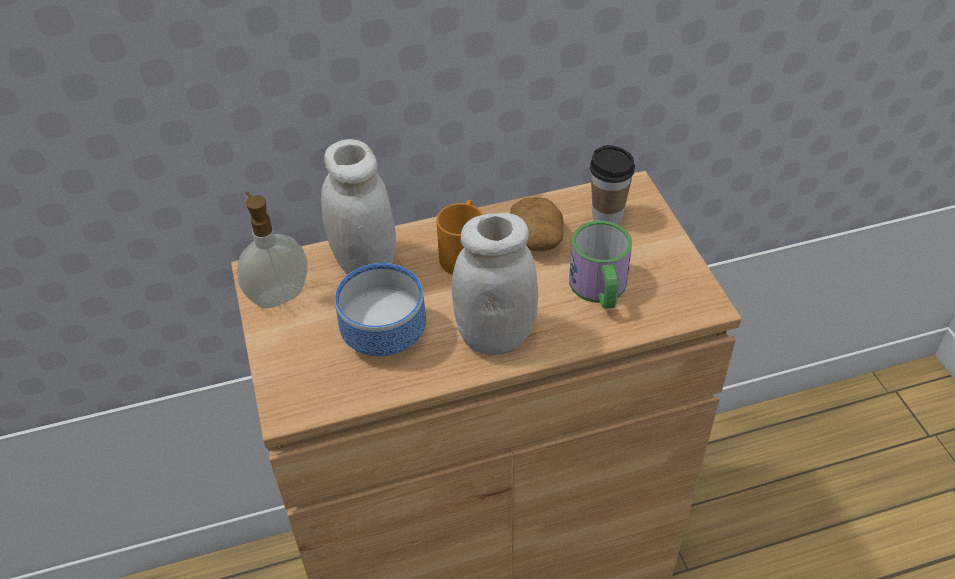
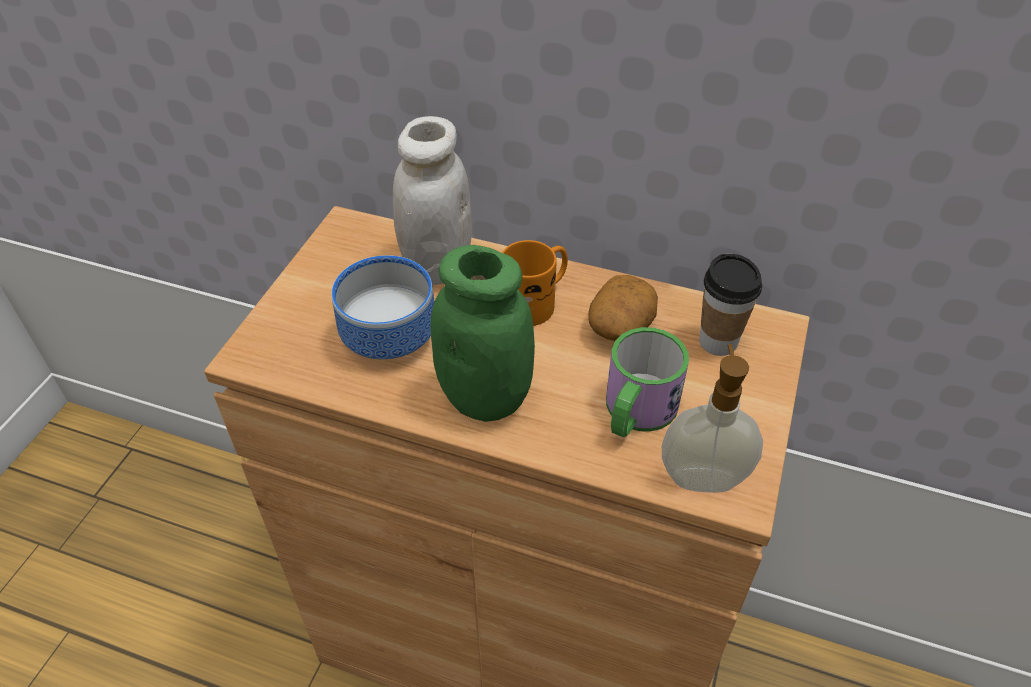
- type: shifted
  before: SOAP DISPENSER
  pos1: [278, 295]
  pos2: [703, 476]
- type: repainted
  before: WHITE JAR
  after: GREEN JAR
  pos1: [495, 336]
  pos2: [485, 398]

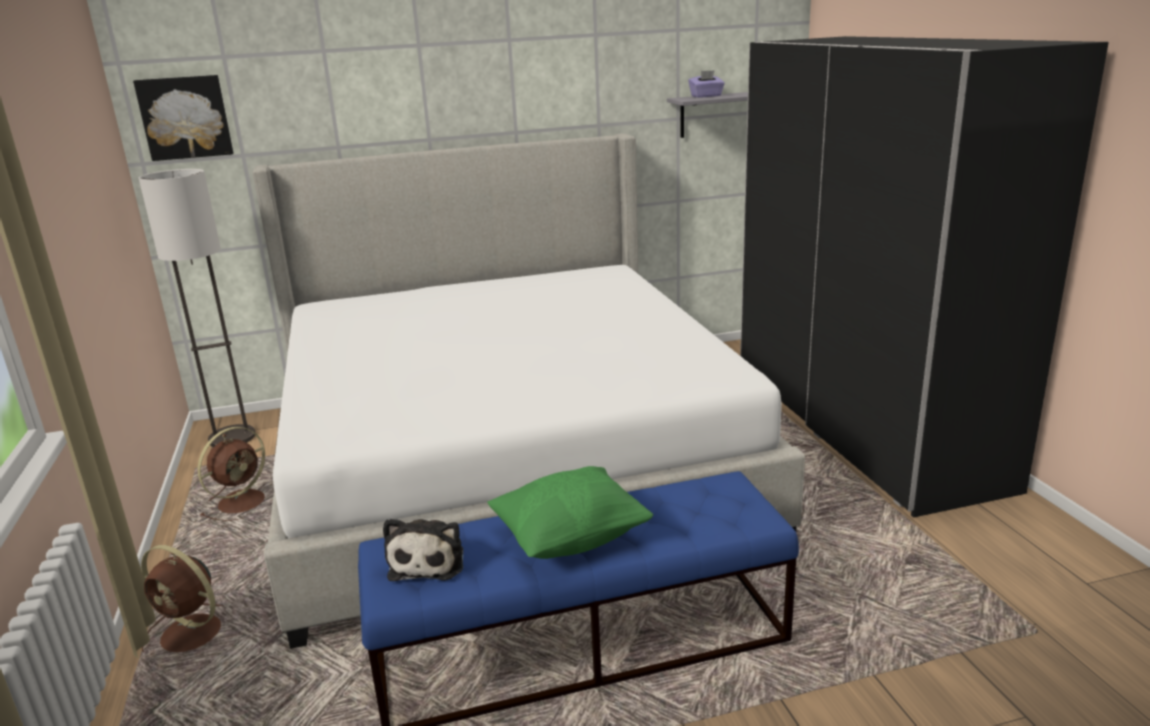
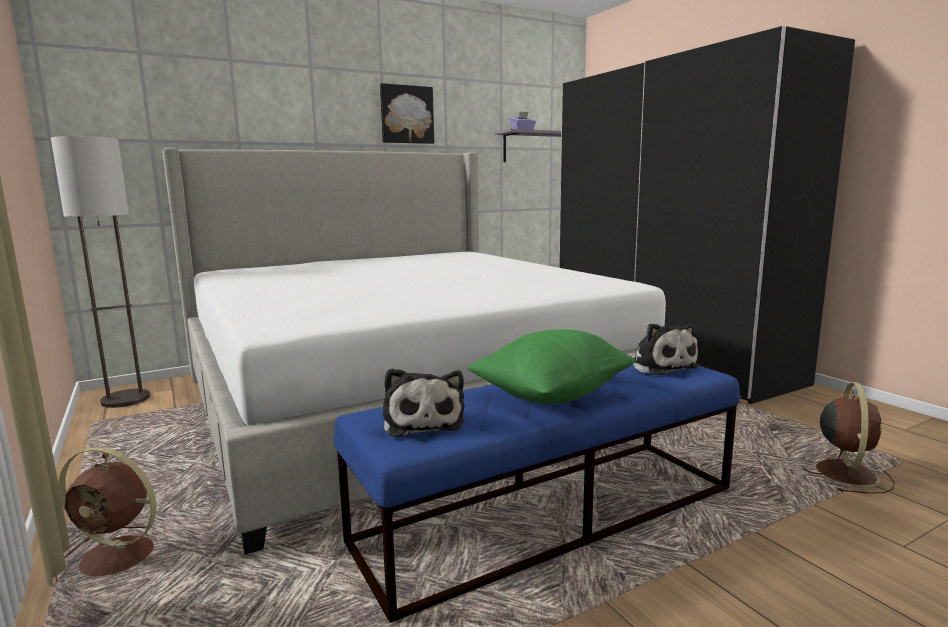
- type: new
  after: PLUSH TOY
  pos2: [659, 365]
- type: shifted
  before: PICTURE
  pos1: [185, 117]
  pos2: [406, 114]
- type: shifted
  before: BROWN FAN
  pos1: [243, 501]
  pos2: [844, 472]

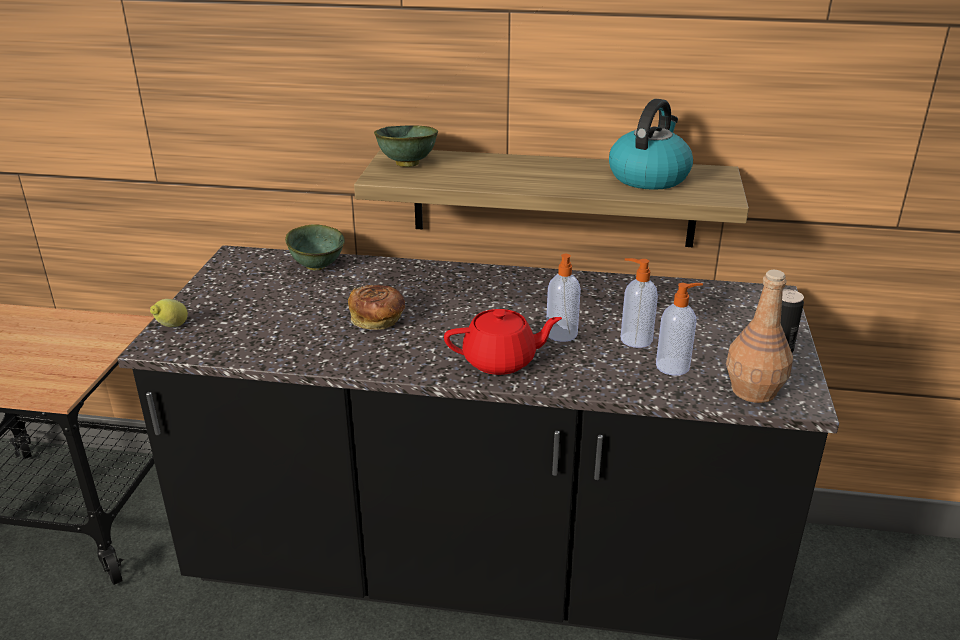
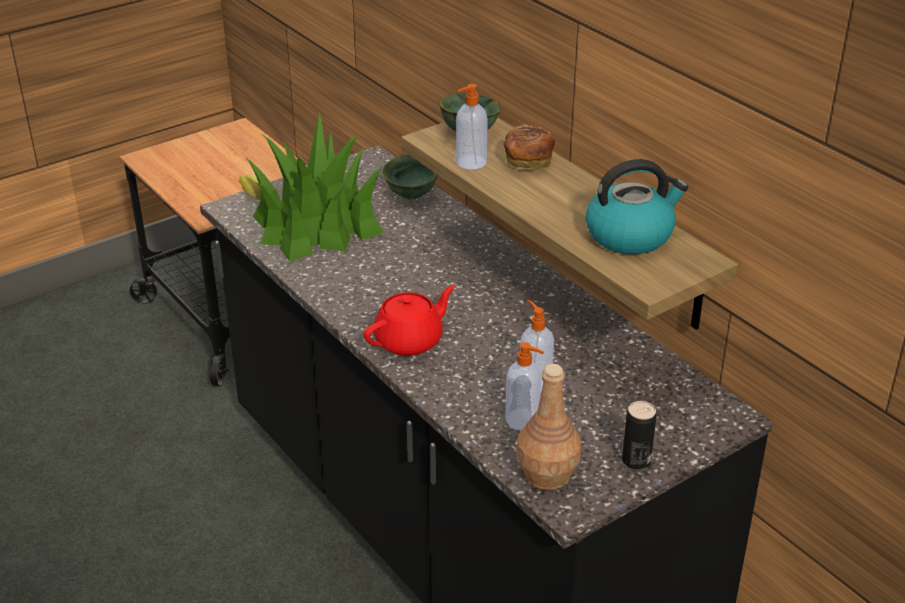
- type: new
  after: POTTED PLANT
  pos2: [315, 225]
- type: shifted
  before: BREAD
  pos1: [377, 320]
  pos2: [527, 161]
- type: shifted
  before: SOAP DISPENSER
  pos1: [561, 334]
  pos2: [470, 163]
- type: rotated
  before: RED TEAPOT
  pos1: [501, 361]
  pos2: [410, 341]
  turn: -75

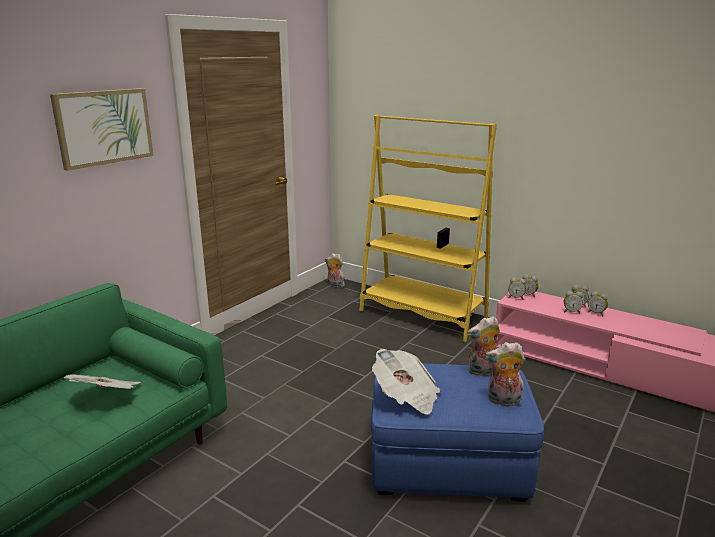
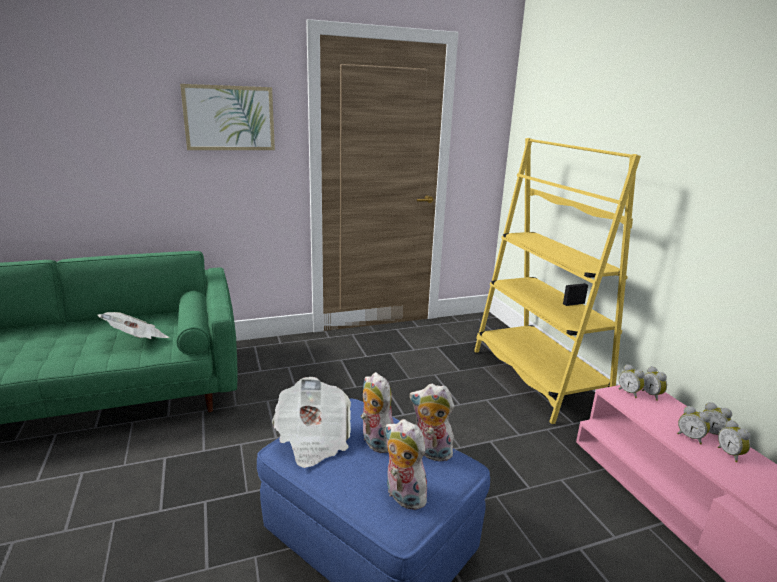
- type: shifted
  before: PLUSH TOY
  pos1: [335, 285]
  pos2: [374, 441]

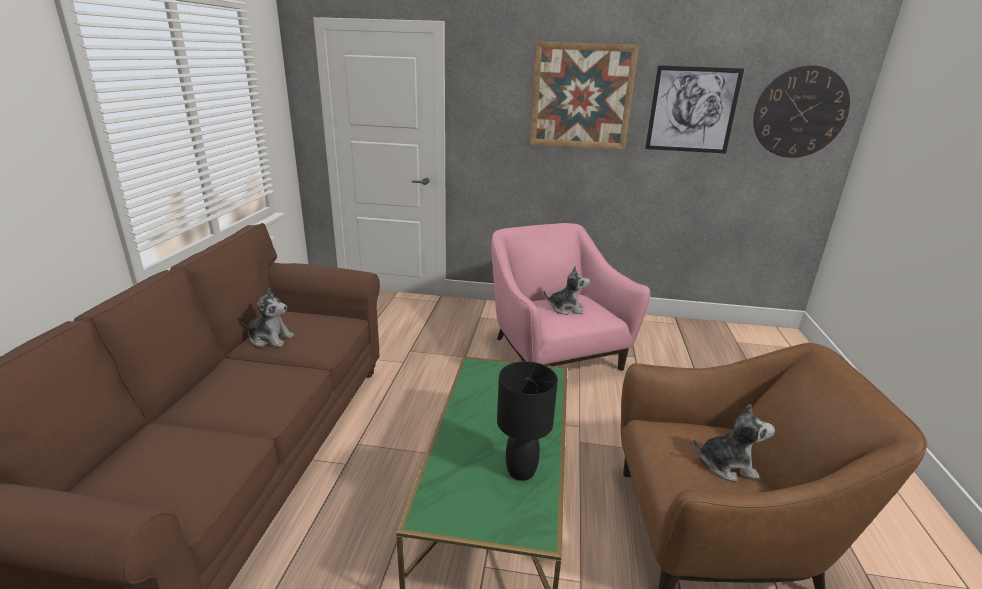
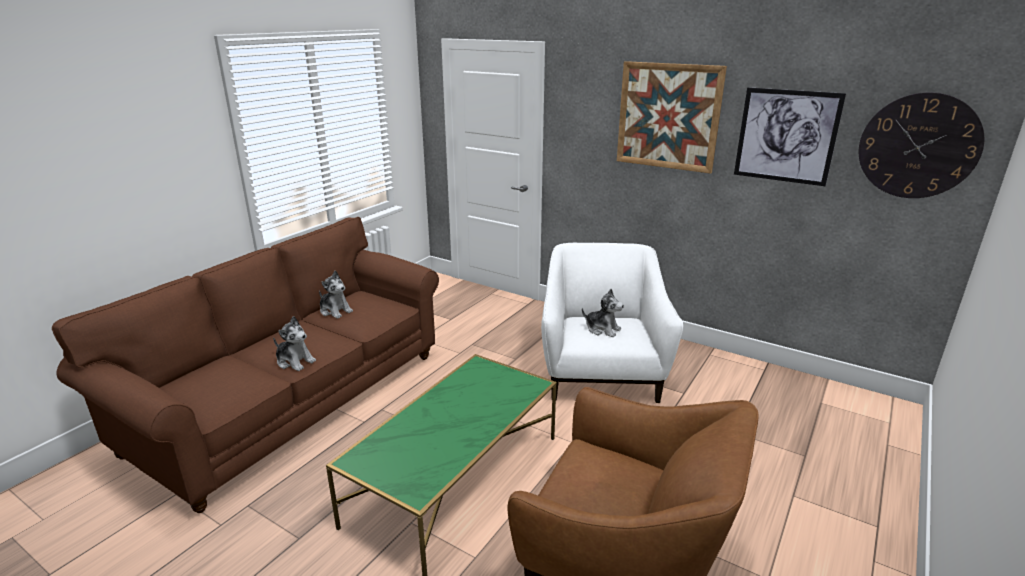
- type: gone
  before: BLACK TABLE LAMP
  pos1: [521, 471]
- type: shifted
  before: PLUSH TOY
  pos1: [726, 465]
  pos2: [295, 361]
- type: repainted
  before: PINK ARMCHAIR
  after: WHITE ARMCHAIR
  pos1: [554, 353]
  pos2: [601, 373]

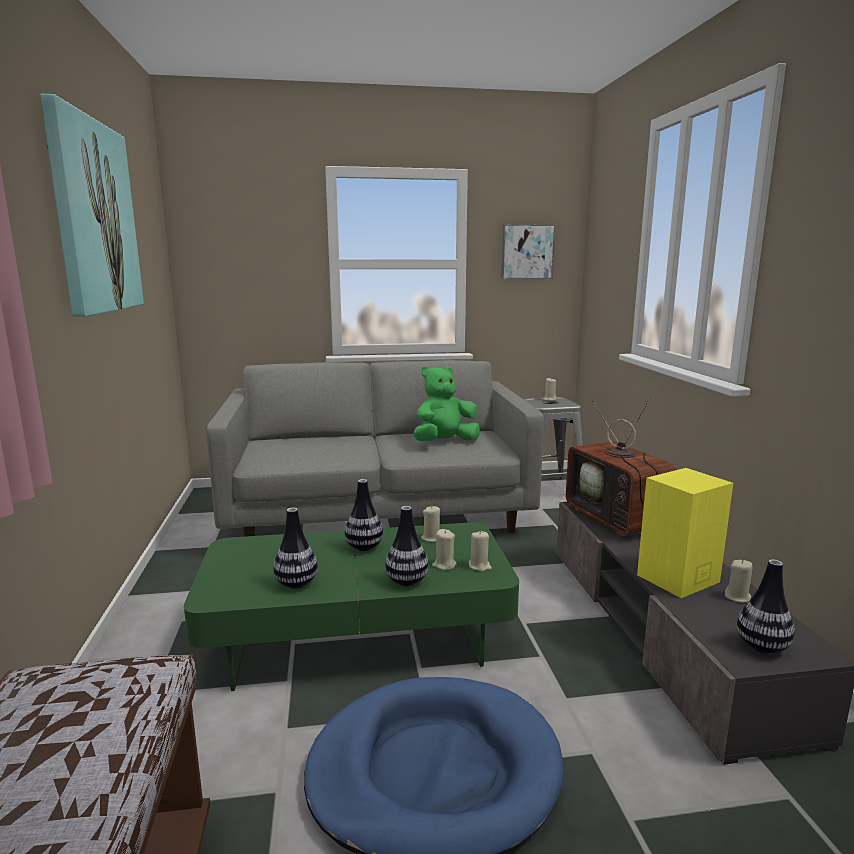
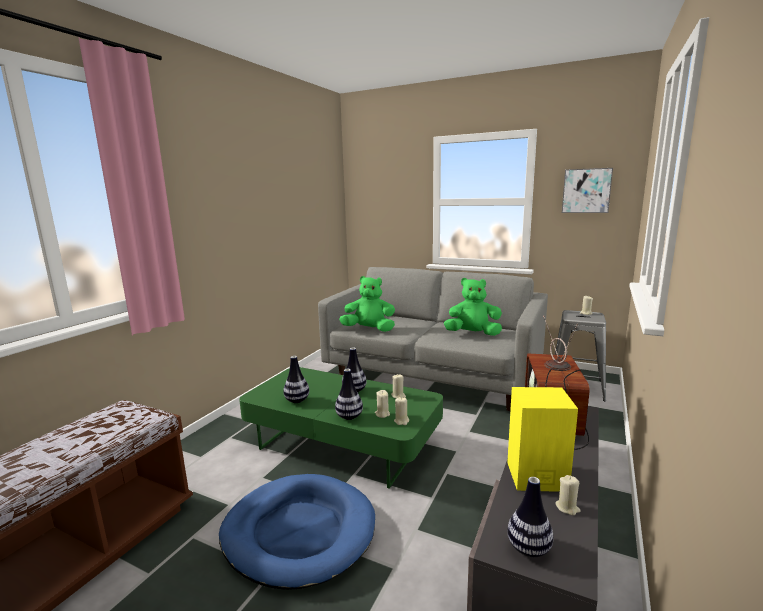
- type: gone
  before: PICTURE
  pos1: [93, 217]
- type: new
  after: GREEN PLUSH TOY
  pos2: [369, 329]

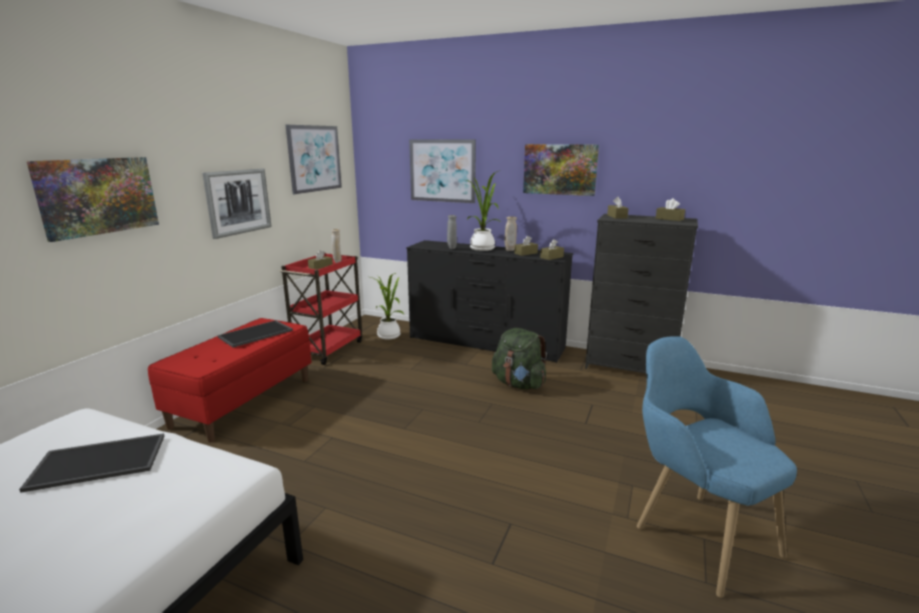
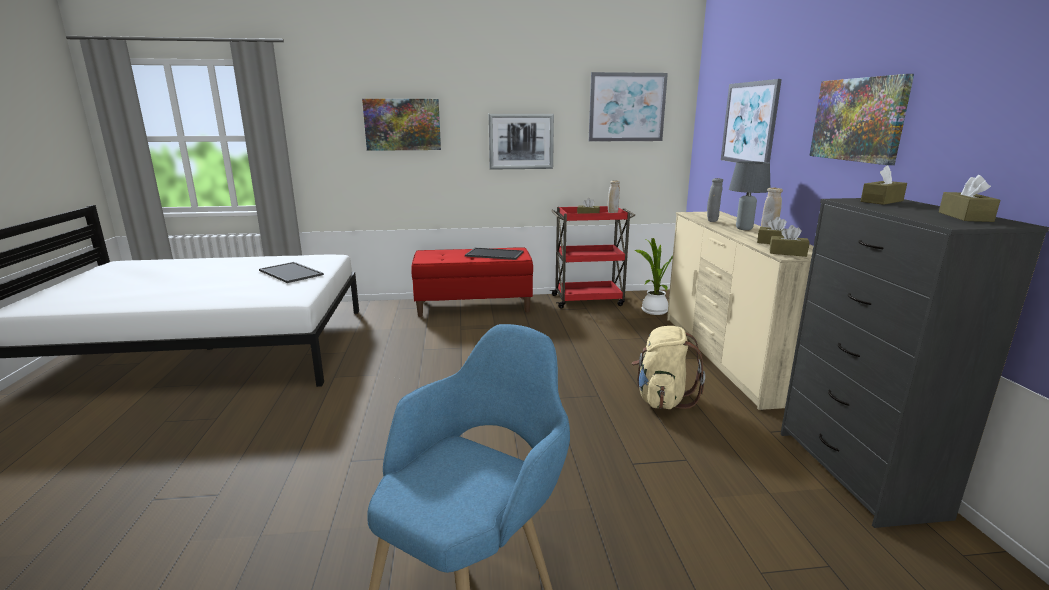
- type: swapped
  before: POTTED PLANT
  after: GREY TABLE LAMP
  pos1: [483, 249]
  pos2: [743, 228]
- type: repainted
  before: BLACK DRESSER
  after: BEIGE DRESSER
  pos1: [486, 343]
  pos2: [727, 356]
- type: repainted
  before: GREEN BACKPACK
  after: BEIGE BACKPACK
  pos1: [519, 384]
  pos2: [662, 399]

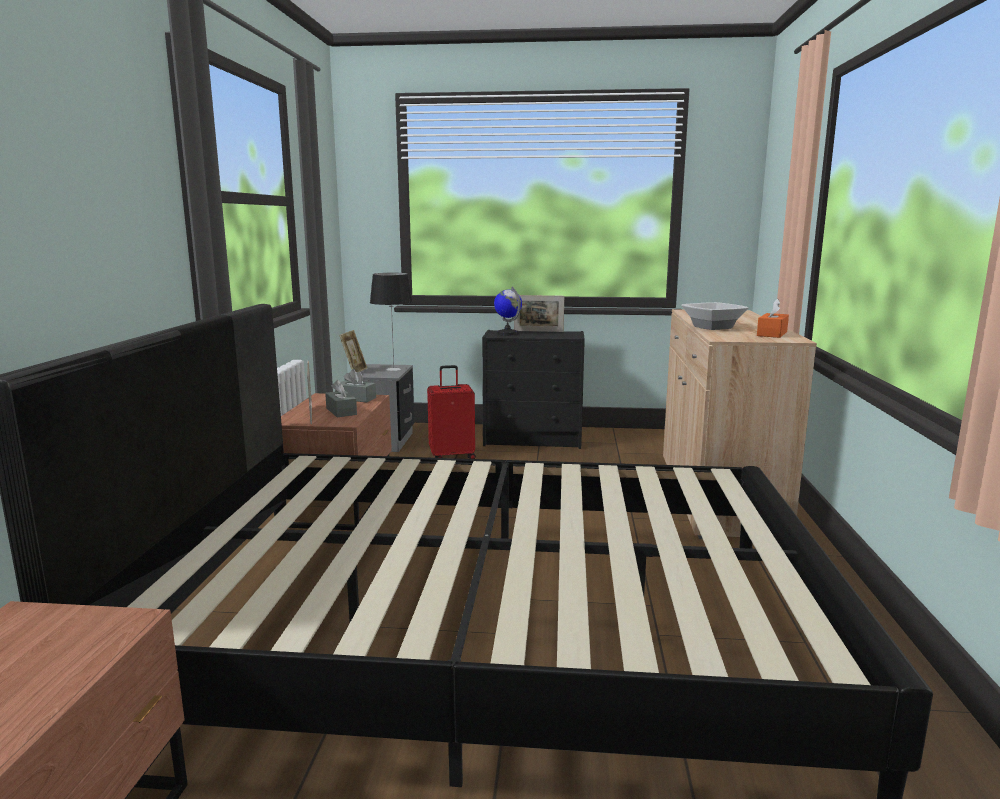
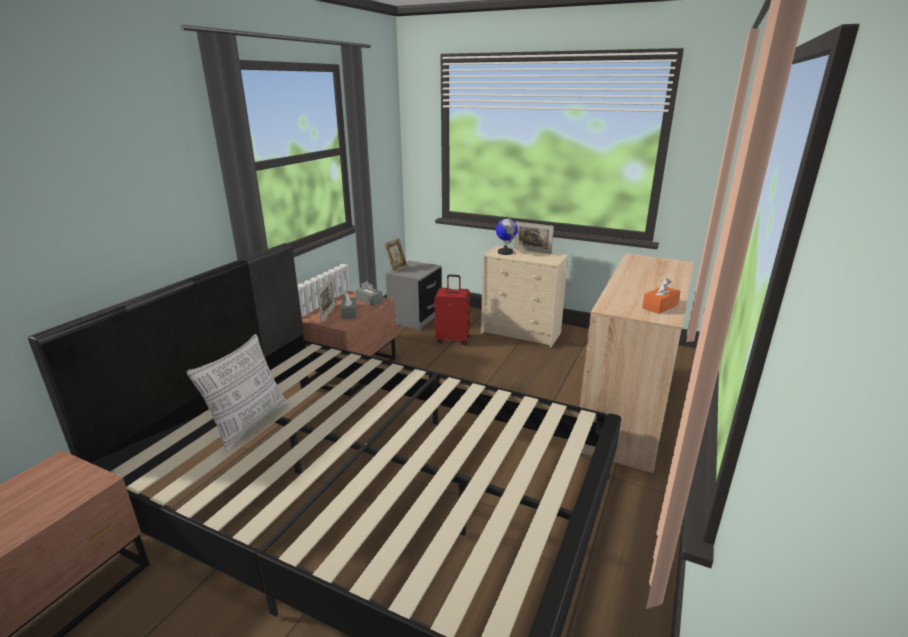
- type: gone
  before: TABLE LAMP
  pos1: [393, 369]
- type: gone
  before: BOWL
  pos1: [713, 327]
- type: new
  after: PILLOW
  pos2: [249, 423]
- type: repainted
  before: BLACK DRESSER
  after: BEIGE DRESSER
  pos1: [534, 440]
  pos2: [522, 333]

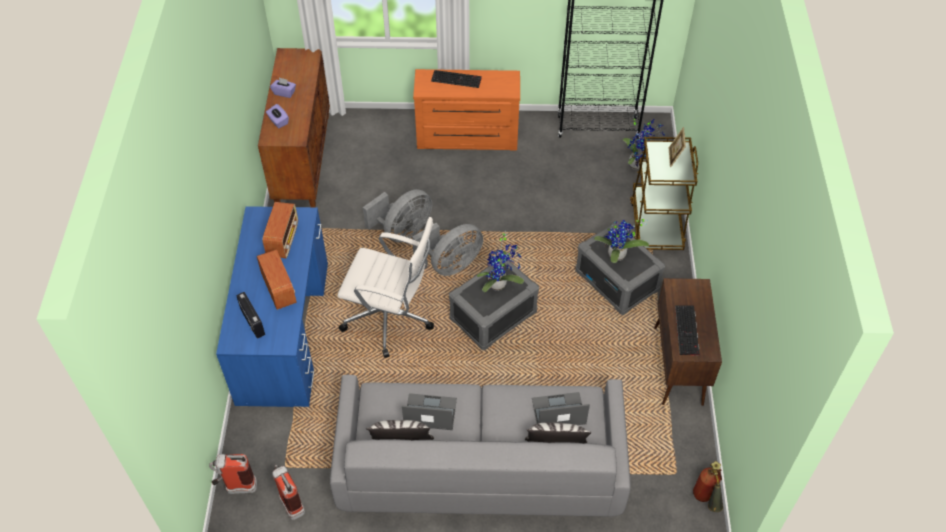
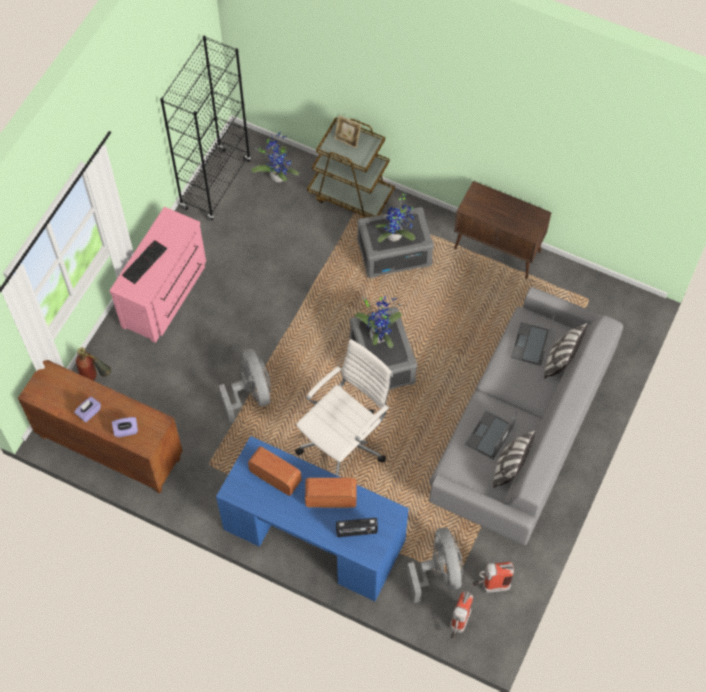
- type: gone
  before: KEYBOARD
  pos1: [687, 331]
- type: shifted
  before: GREY FAN
  pos1: [451, 264]
  pos2: [438, 572]
- type: shifted
  before: FIRE EXTINGUISHER
  pos1: [705, 502]
  pos2: [95, 377]
- type: repainted
  before: ORANGE DRESSER
  after: PINK DRESSER
  pos1: [467, 138]
  pos2: [166, 294]

